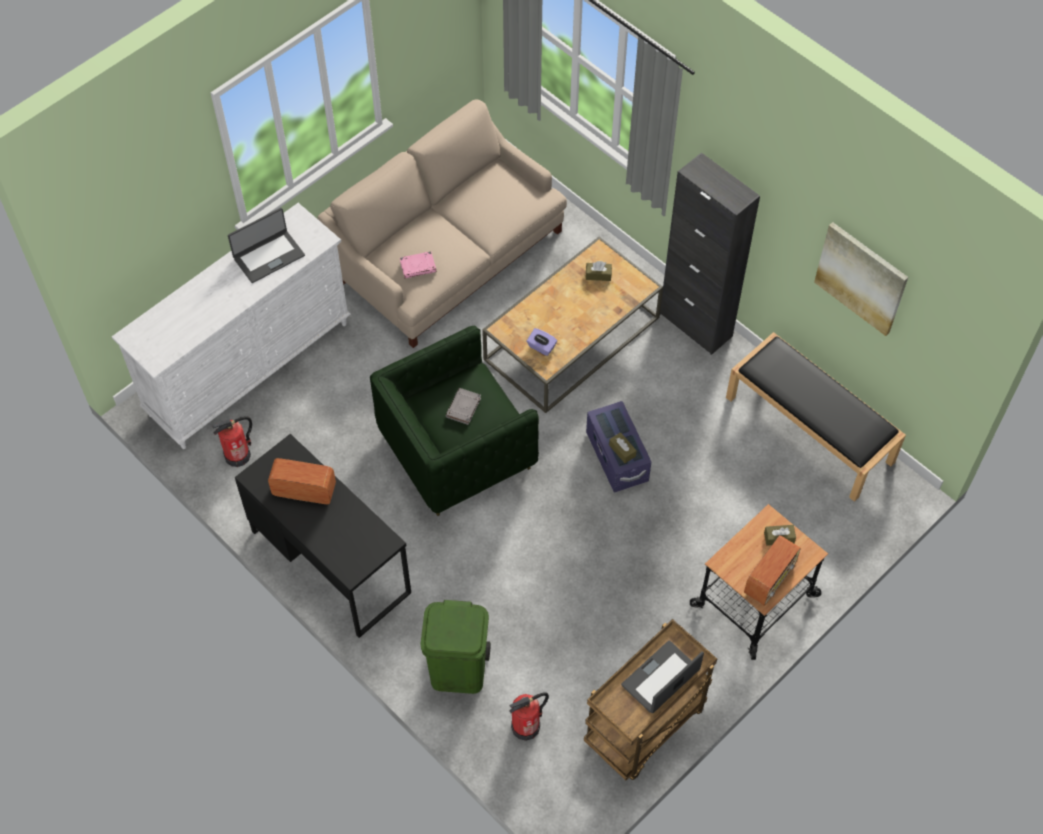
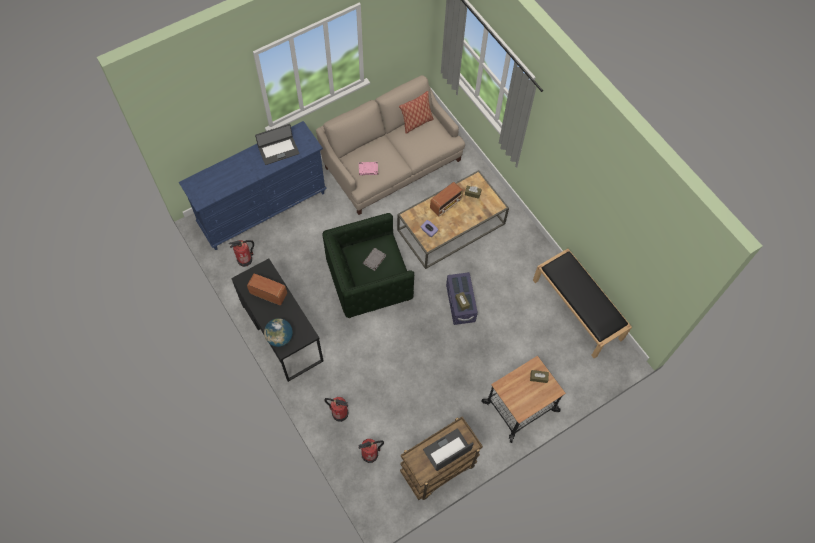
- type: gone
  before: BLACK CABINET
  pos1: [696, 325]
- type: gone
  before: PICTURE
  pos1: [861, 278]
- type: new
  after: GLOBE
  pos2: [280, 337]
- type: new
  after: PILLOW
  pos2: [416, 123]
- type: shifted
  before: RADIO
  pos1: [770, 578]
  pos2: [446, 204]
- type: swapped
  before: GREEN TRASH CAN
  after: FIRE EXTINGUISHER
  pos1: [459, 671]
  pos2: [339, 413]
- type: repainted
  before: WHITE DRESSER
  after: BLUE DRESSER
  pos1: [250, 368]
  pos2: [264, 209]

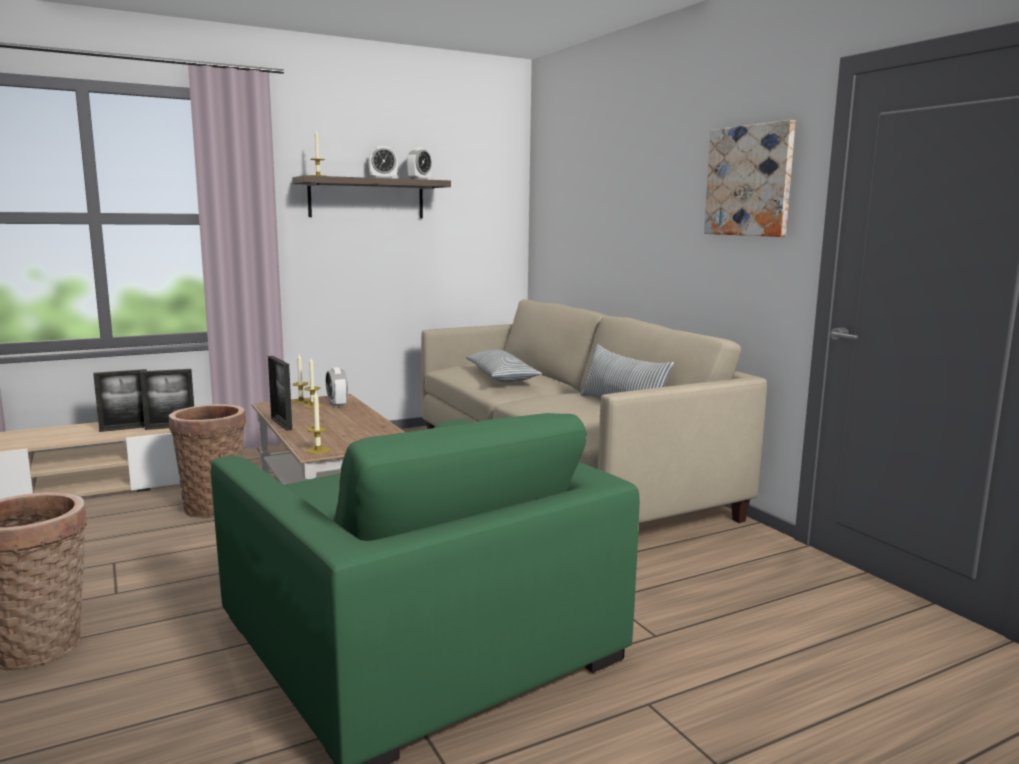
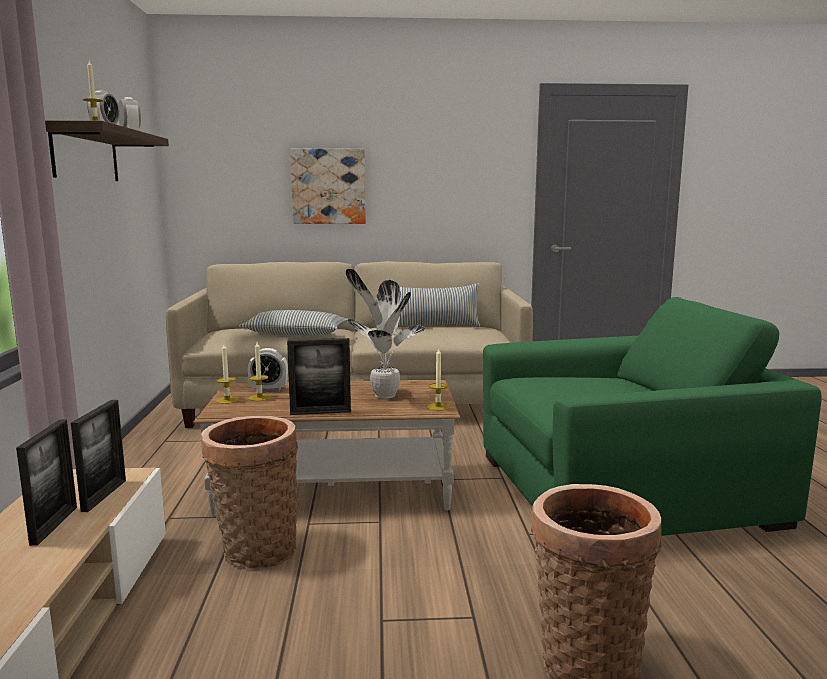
- type: new
  after: POTTED PLANT
  pos2: [383, 396]
- type: shifted
  before: PICTURE
  pos1: [749, 181]
  pos2: [328, 186]

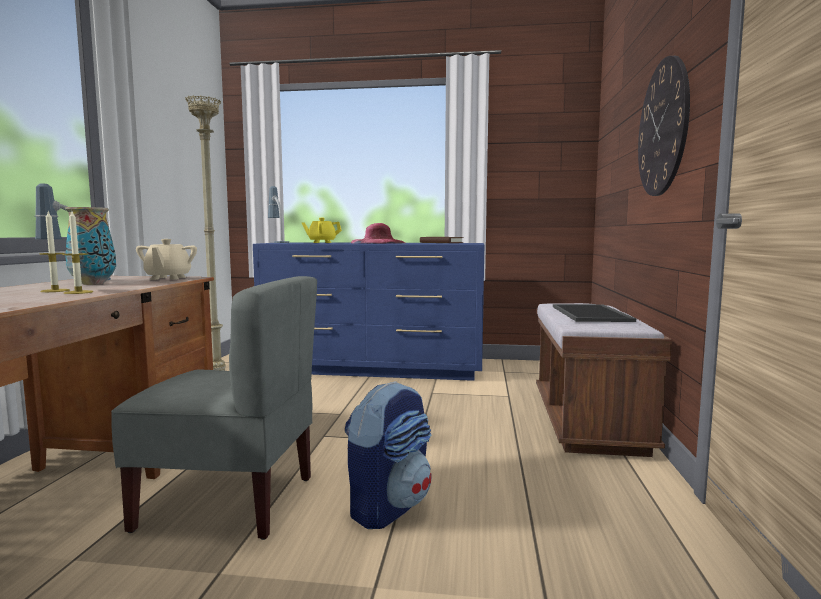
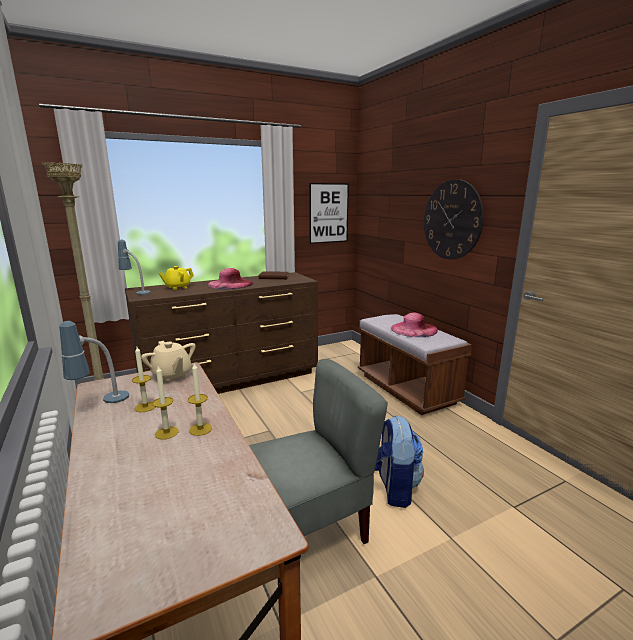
- type: new
  after: PICTURE
  pos2: [328, 213]
- type: swapped
  before: VASE
  after: CANDLE
  pos1: [93, 283]
  pos2: [145, 407]
- type: swapped
  before: TRAY
  after: PINK HAT
  pos1: [592, 314]
  pos2: [414, 329]
- type: repainted
  before: BLUE DRESSER
  after: BROWN DRESSER
  pos1: [374, 369]
  pos2: [233, 380]

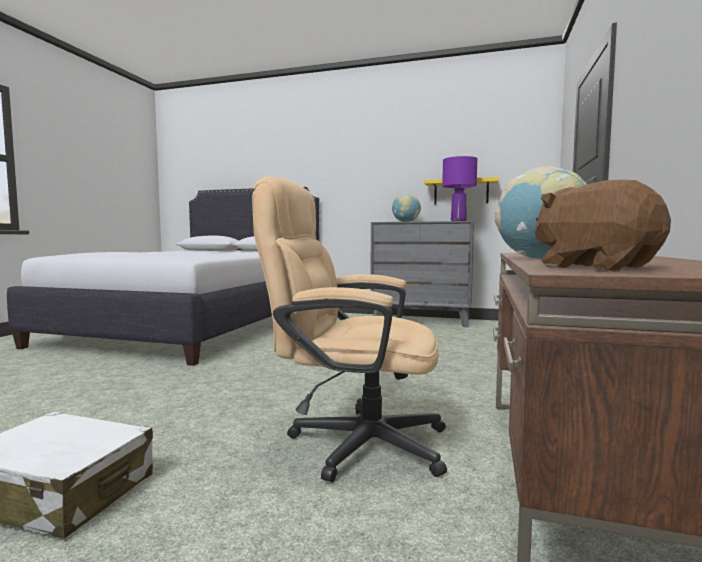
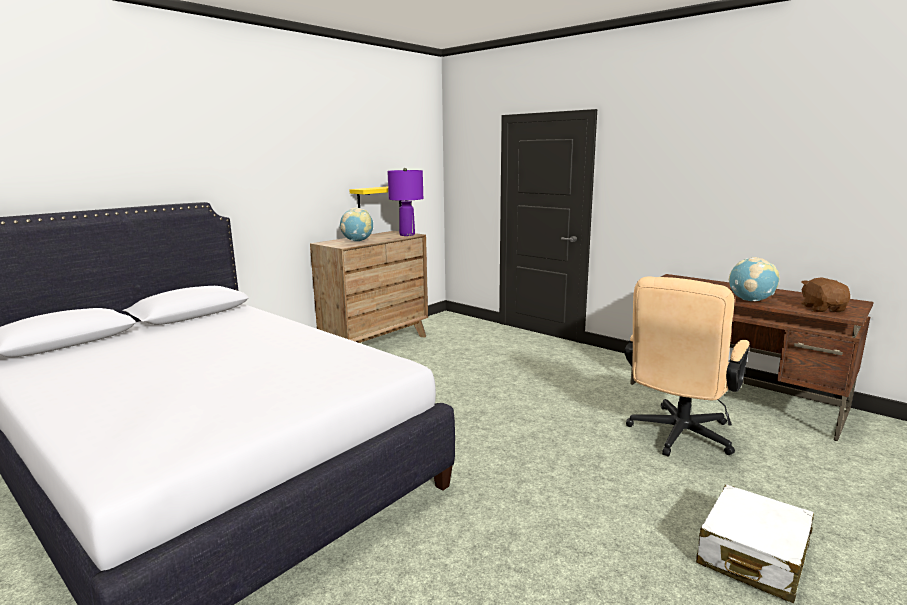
- type: repainted
  before: GREY DRESSER
  after: BROWN DRESSER
  pos1: [421, 320]
  pos2: [375, 344]
- type: rotated
  before: BROWN PLUSH TOY
  pos1: [595, 267]
  pos2: [822, 309]
  turn: 105

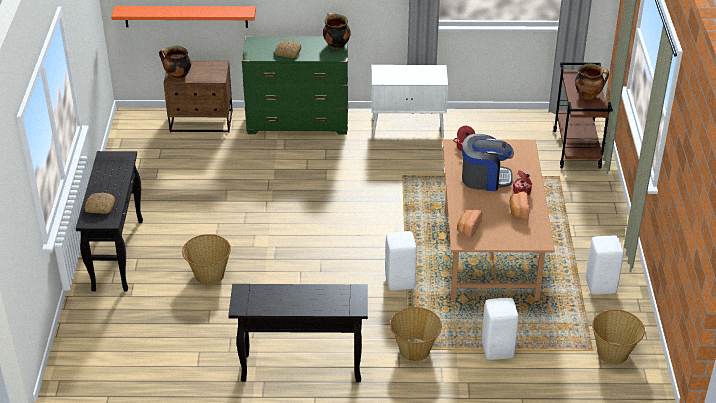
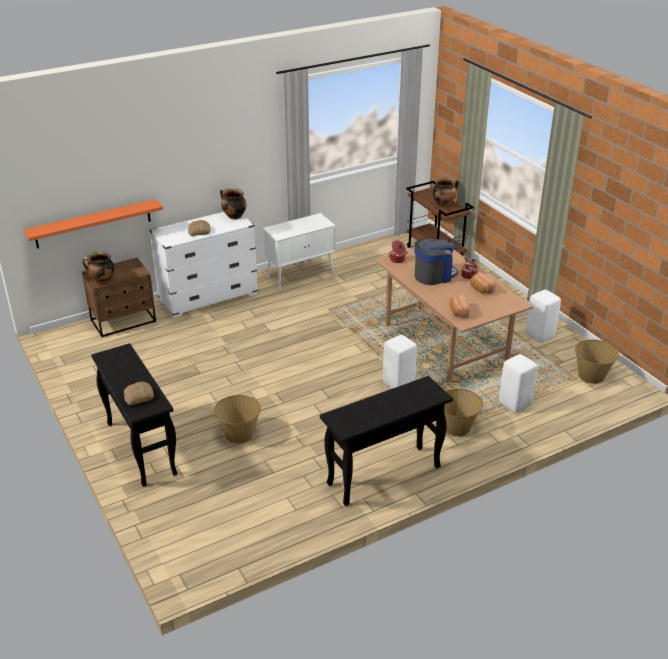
- type: repainted
  before: GREEN DRESSER
  after: WHITE DRESSER
  pos1: [298, 122]
  pos2: [208, 297]

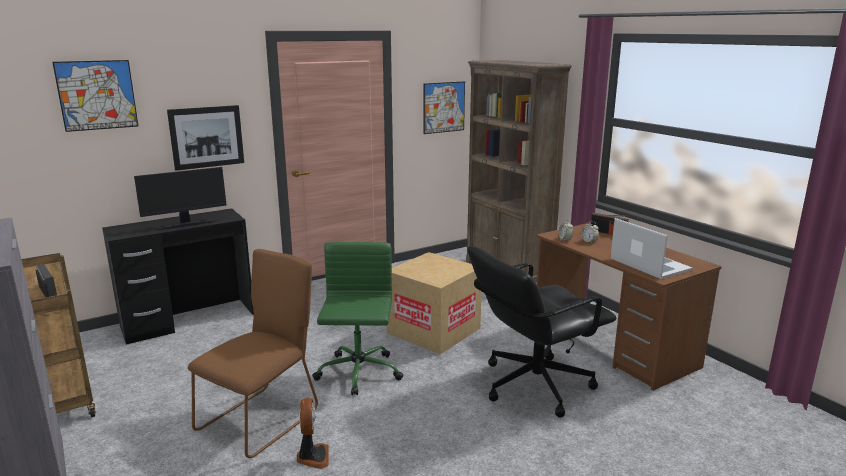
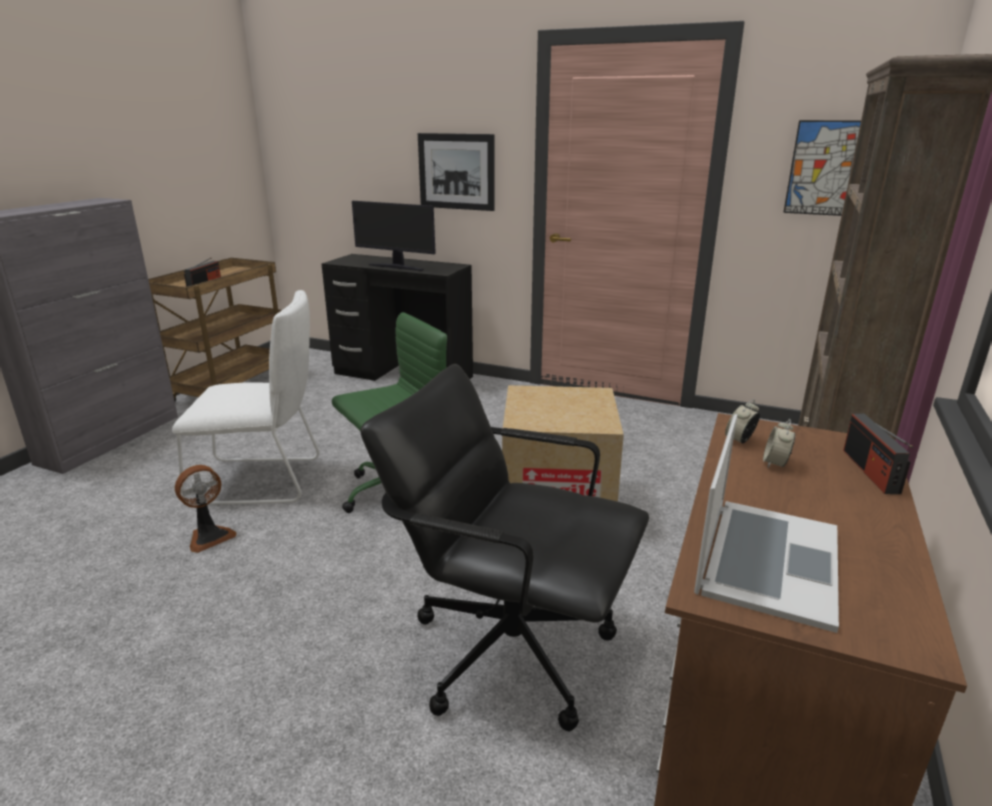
- type: gone
  before: PICTURE
  pos1: [97, 95]
- type: repainted
  before: BROWN CHAIR
  after: WHITE CHAIR
  pos1: [262, 418]
  pos2: [263, 480]

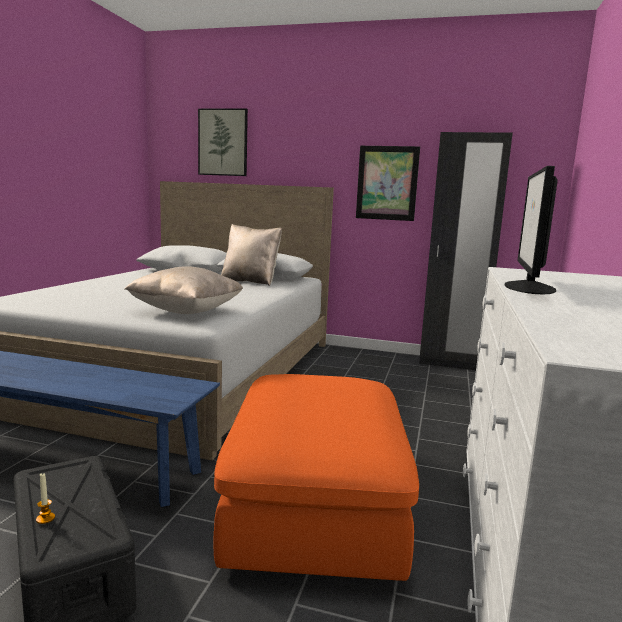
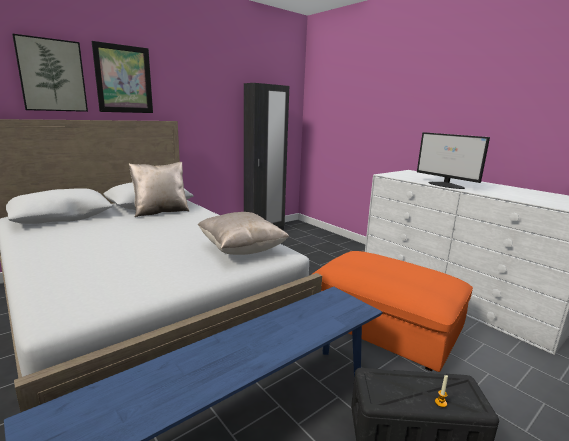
- type: shifted
  before: PICTURE
  pos1: [387, 183]
  pos2: [124, 79]

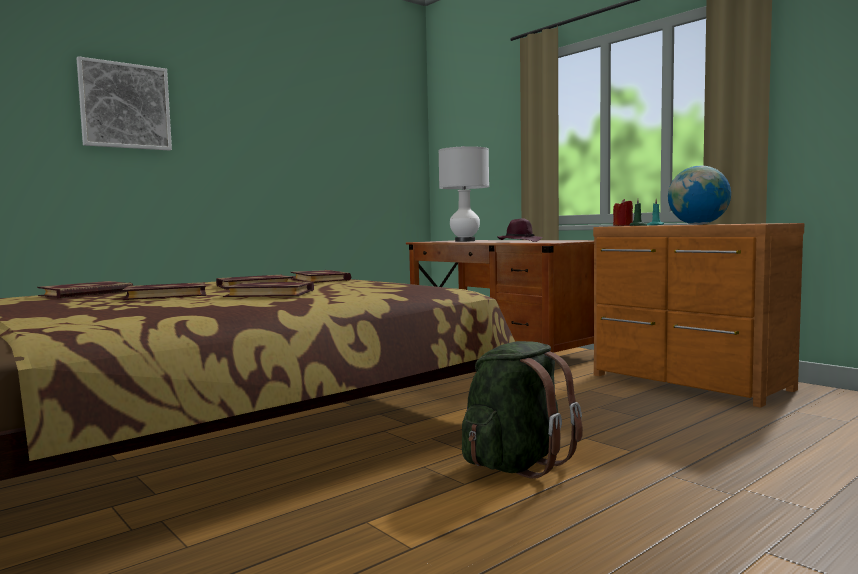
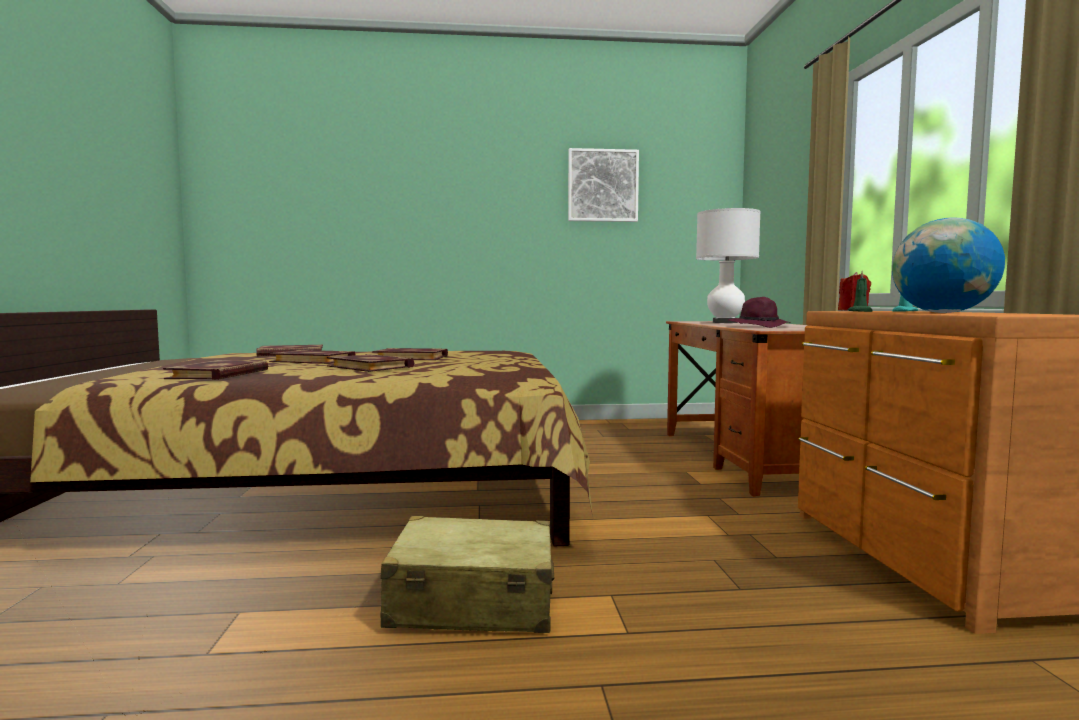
- type: shifted
  before: PICTURE
  pos1: [125, 106]
  pos2: [602, 186]
- type: shifted
  before: BOOK
  pos1: [321, 279]
  pos2: [220, 374]
- type: swapped
  before: GREEN BACKPACK
  after: BEIGE SUITCASE
  pos1: [516, 464]
  pos2: [472, 601]

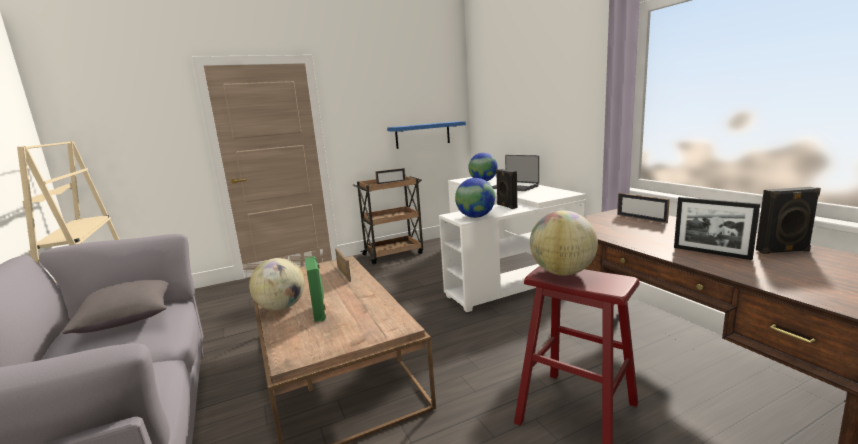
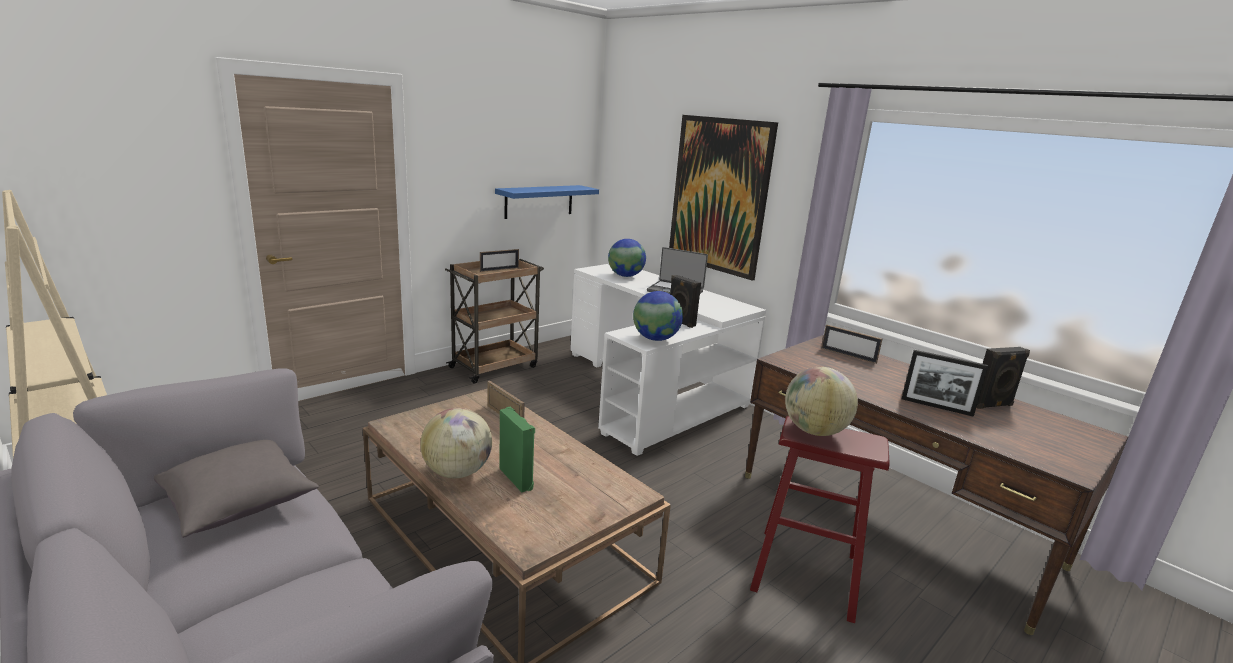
- type: new
  after: PICTURE
  pos2: [719, 195]

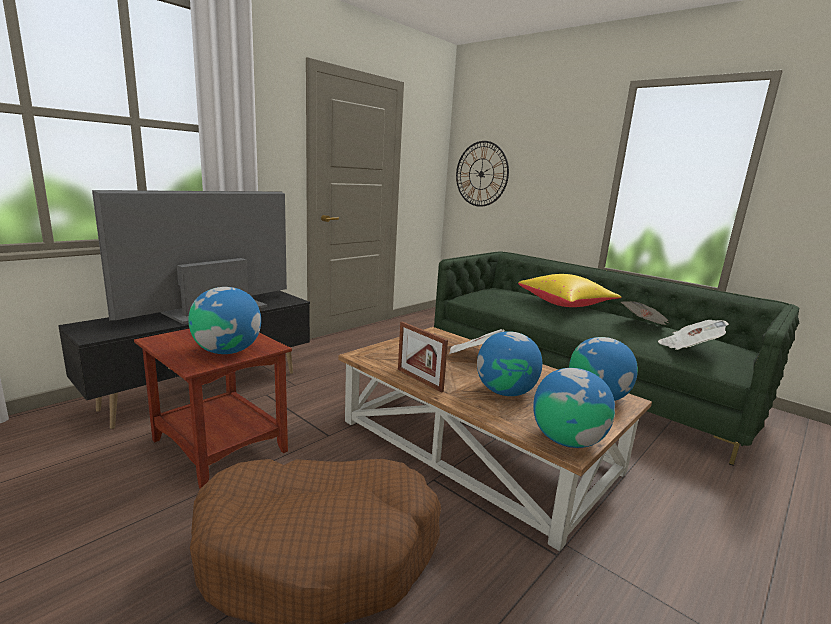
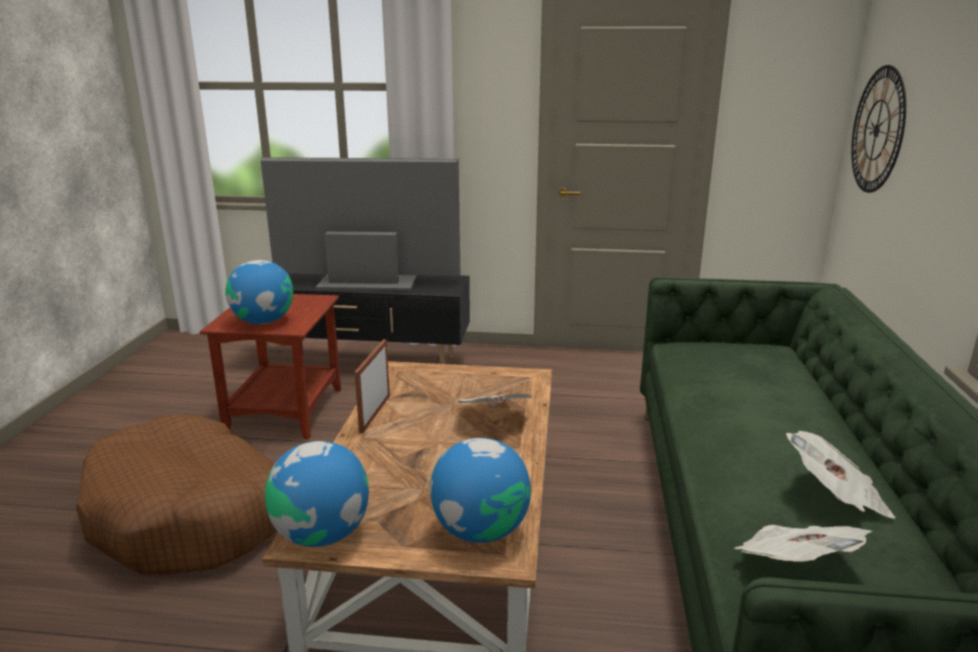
- type: gone
  before: GLOBE
  pos1: [505, 392]
- type: gone
  before: YELLOW PILLOW
  pos1: [566, 304]

